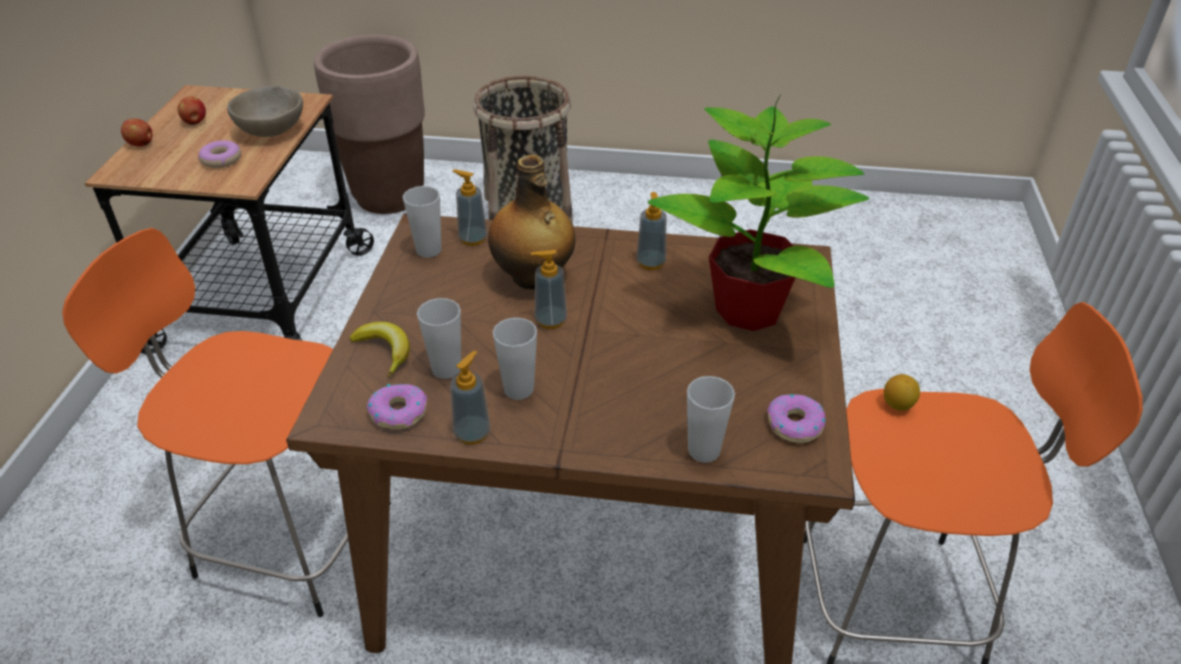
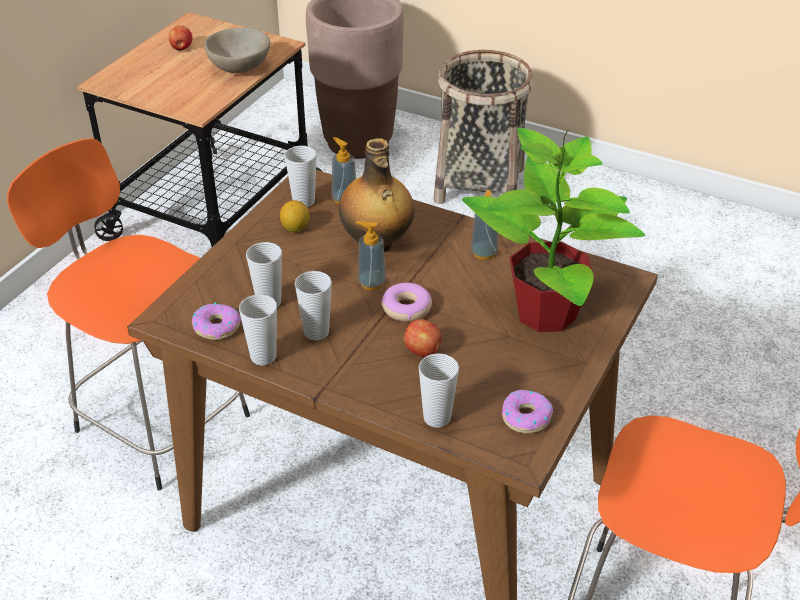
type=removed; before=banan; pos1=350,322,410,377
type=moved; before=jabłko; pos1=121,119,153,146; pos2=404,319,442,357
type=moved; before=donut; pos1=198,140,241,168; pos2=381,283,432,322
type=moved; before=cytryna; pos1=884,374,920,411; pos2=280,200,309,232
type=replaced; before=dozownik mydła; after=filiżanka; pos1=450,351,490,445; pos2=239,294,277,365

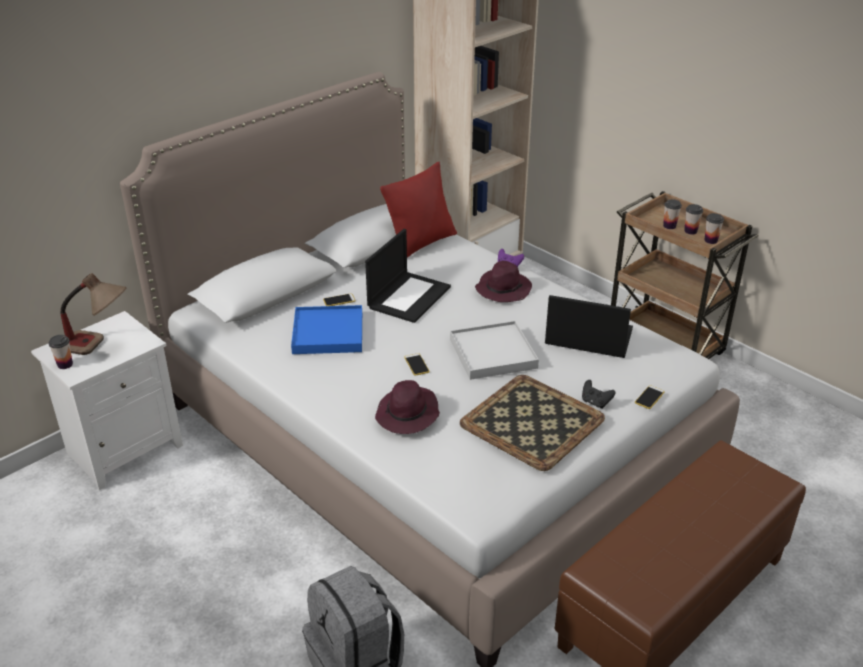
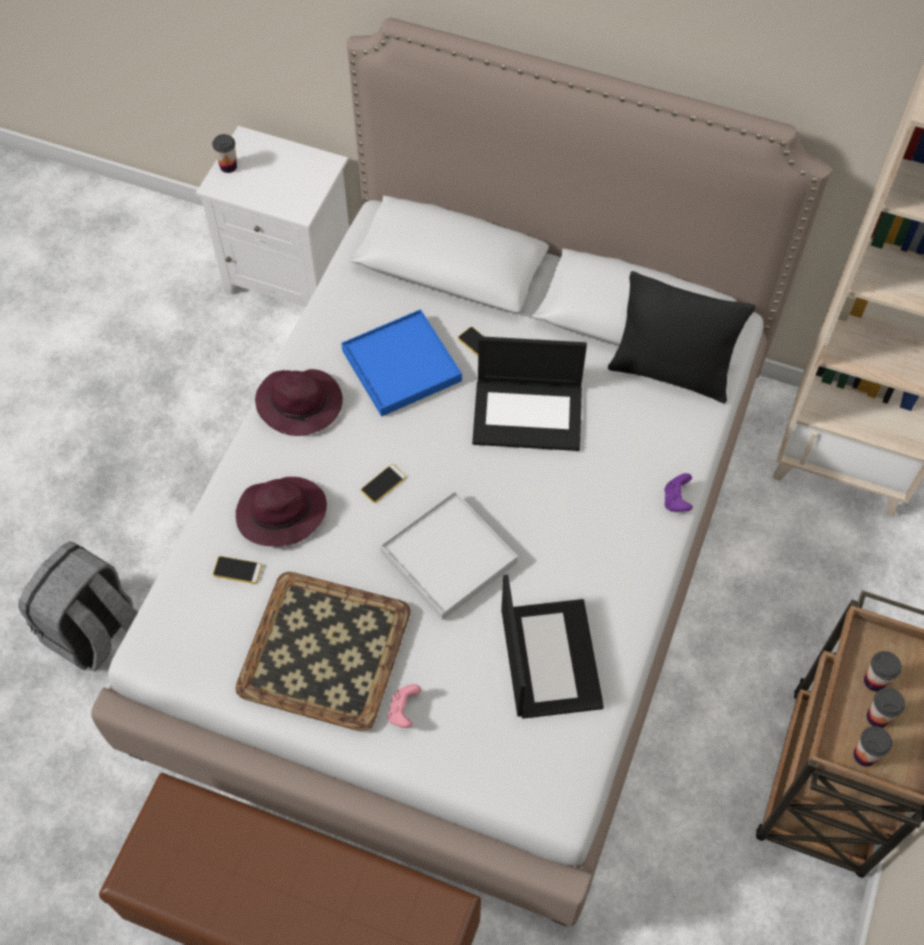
type=removed; before=lampa stołowa; pos1=60,273,127,355
type=moved; before=kapelusz [fioletowy]; pos1=475,261,532,302; pos2=255,369,343,436
type=moved; before=telefon; pos1=635,385,665,409; pos2=213,556,262,584
type=recoloured; before=poduszka [czerwony]; after=poduszka [czarny]; pos1=380,162,457,258; pos2=608,271,755,403
type=recoloured; before=pad do gier [czarny]; after=pad do gier [różowy]; pos1=582,380,615,409; pos2=387,684,421,728

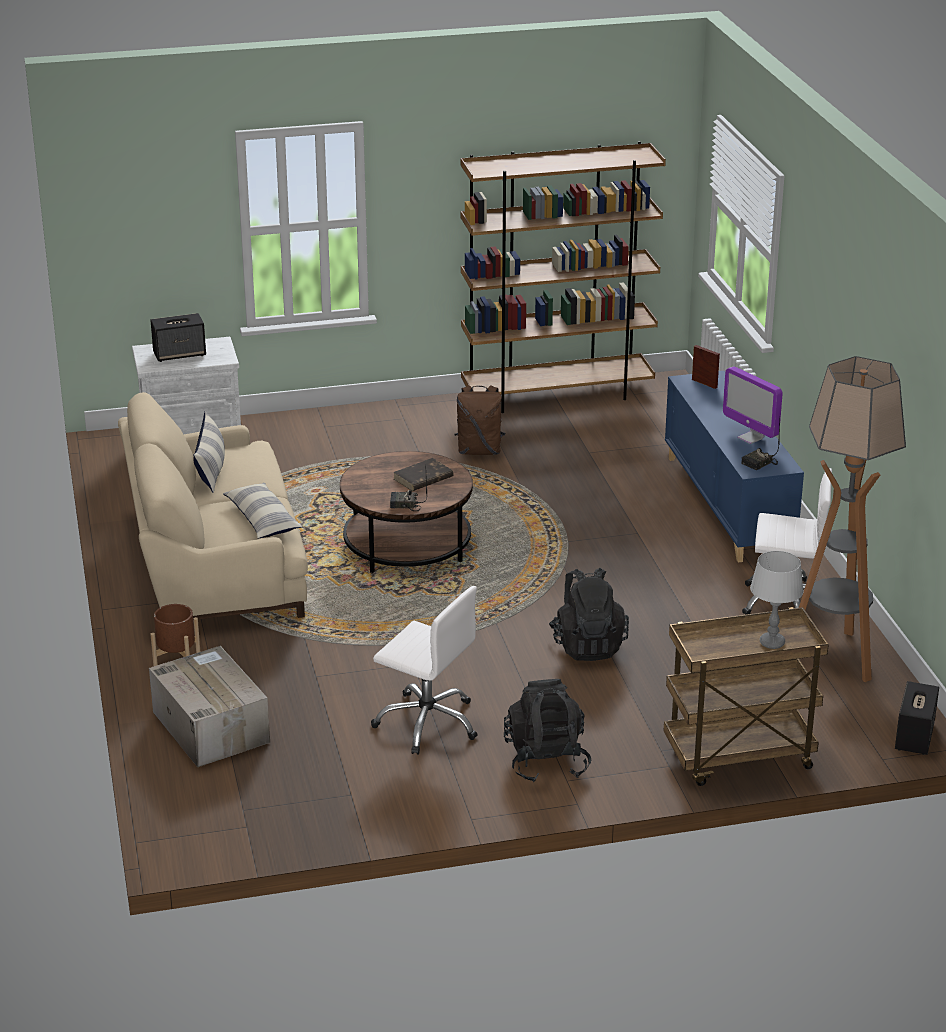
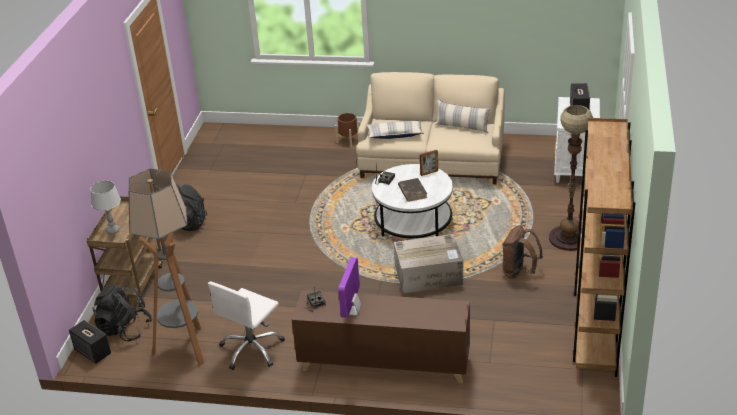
type=removed; before=krzesło biurowe [biały]; pos1=371,586,478,755
type=added; after=lampa stojąca; pos2=549,105,593,251
type=moved; before=karton; pos1=149,646,270,767; pos2=394,234,463,293
type=moved; before=plecak [czarny]; pos1=549,568,629,661; pos2=93,284,152,341
type=moved; before=ramka na zdjęcie; pos1=692,345,720,389; pos2=420,150,438,176
type=recoloured; before=ława [brązowy]; after=ława [biały]; pos1=340,451,473,573; pos2=372,164,453,238
type=recoloured; before=szafka [niebieski]; after=szafka [brązowy]; pos1=665,371,804,563; pos2=292,290,470,383
type=turned; before=monitor; pos1=723,366,783,444; pos2=338,257,362,318; turn=-60

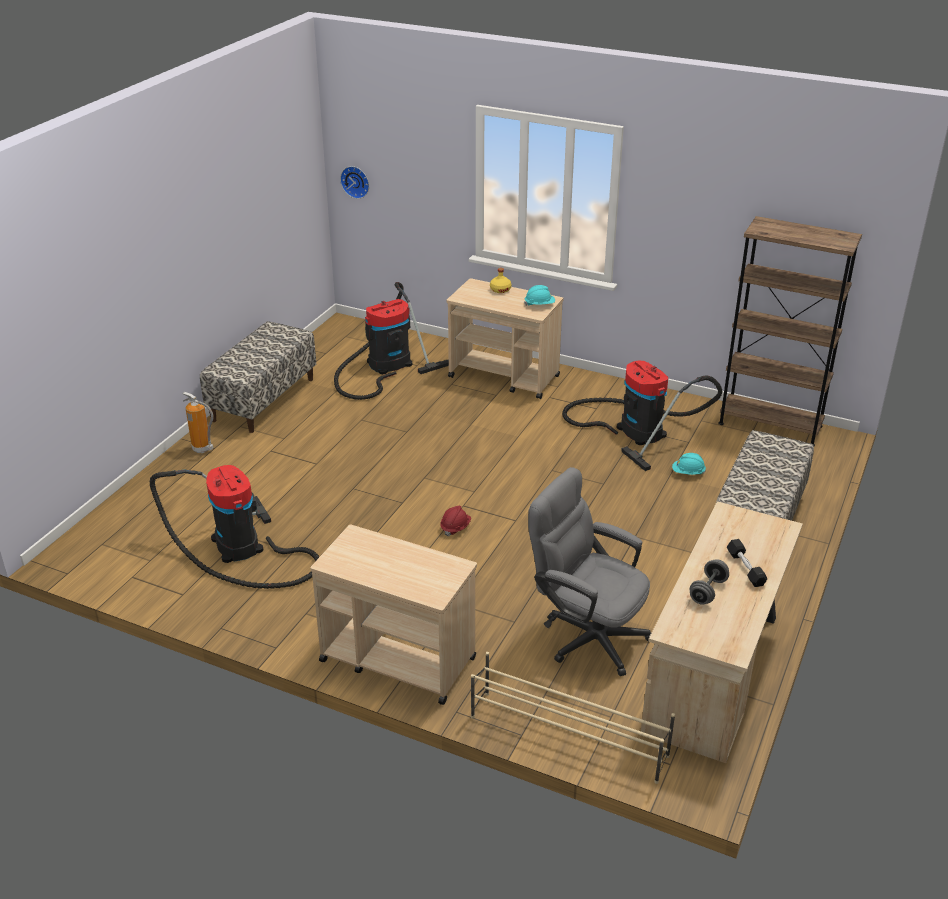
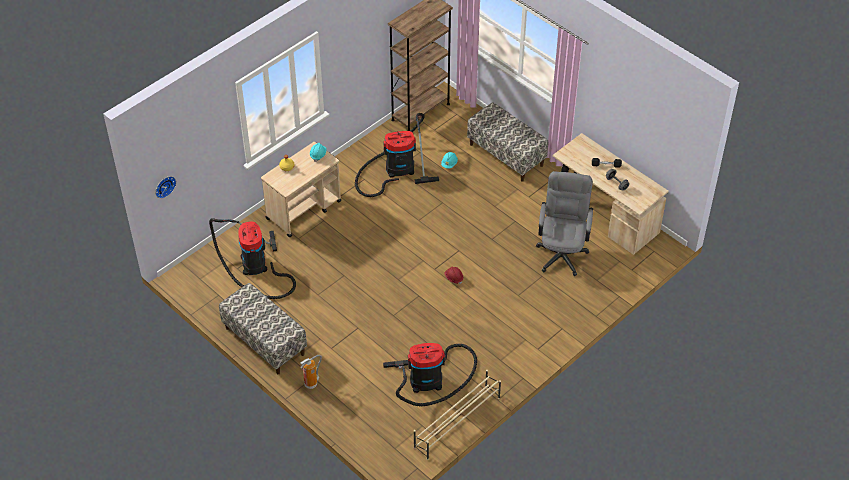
type=removed; before=wózek [beżowy]; pos1=310,524,477,705
type=moved; before=regał na buty [beżowy]; pos1=471,652,675,784; pos2=414,370,501,460
type=turned; before=krzesło biurowe [szary]; pos1=528,467,651,676; pos2=536,171,593,276; turn=135

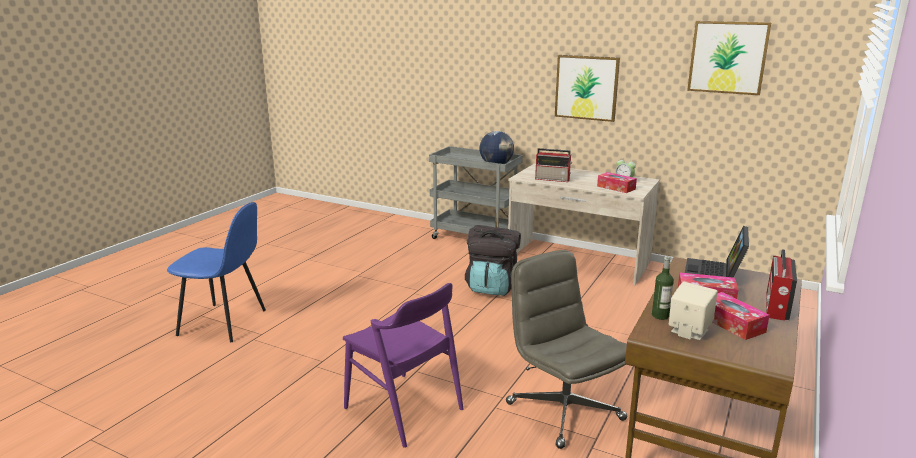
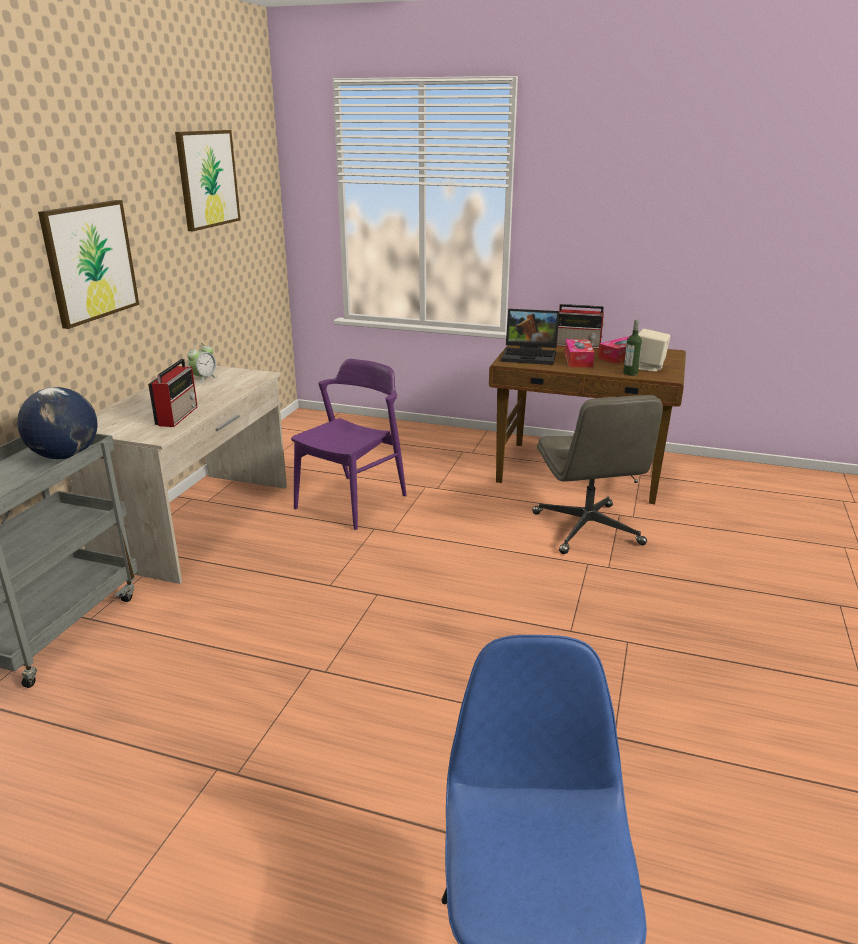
type=removed; before=plecak [czarny]; pos1=465,225,521,296
type=removed; before=pudełko chusteczek; pos1=597,172,637,193
type=moved; before=krzesło [fioletowy]; pos1=343,283,464,448; pos2=291,359,406,530
type=turned; before=krzesło biurowe [szary]; pos1=506,250,628,449; pos2=532,395,663,554; turn=-60

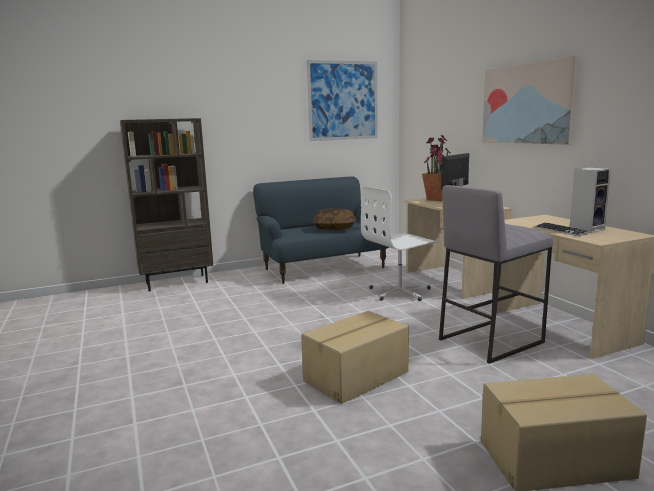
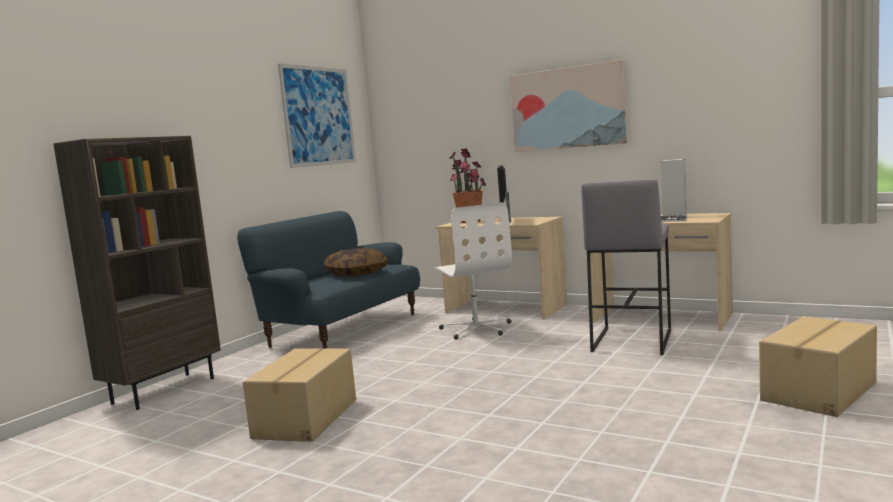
type=moved; before=karton; pos1=301,311,409,404; pos2=243,348,356,442
type=turned; before=krzesło biurowe [biały]; pos1=361,187,438,301; pos2=434,202,512,340; turn=-45

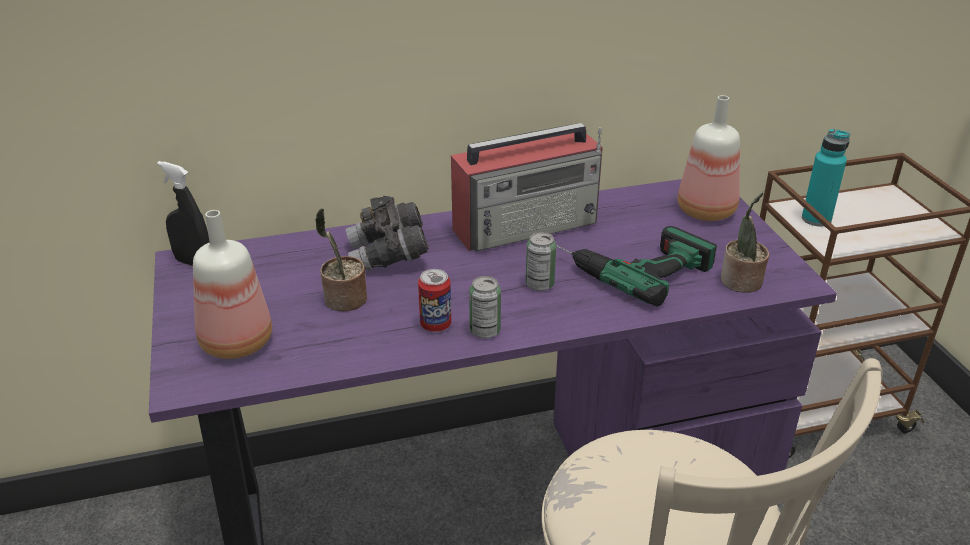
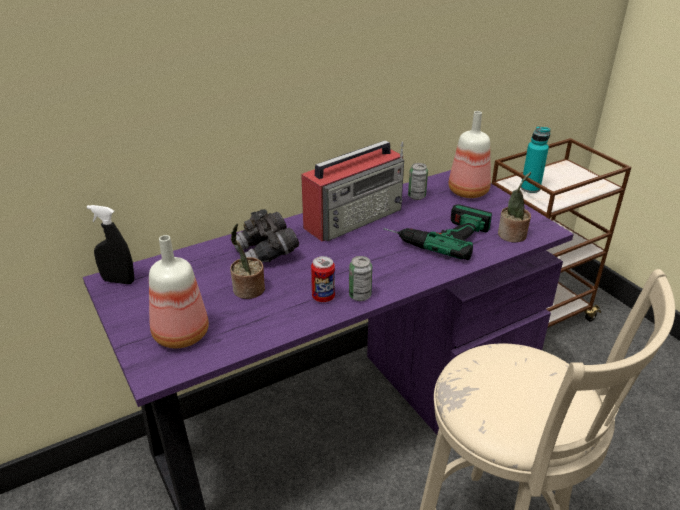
type=moved; before=puszka; pos1=526,232,556,291; pos2=408,163,428,200

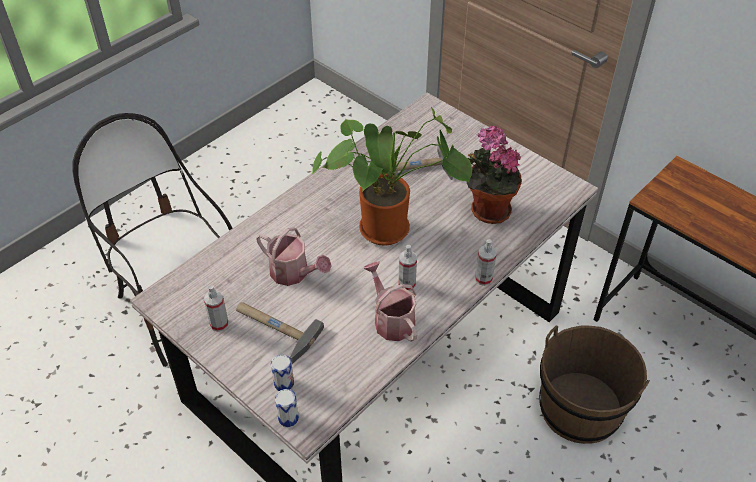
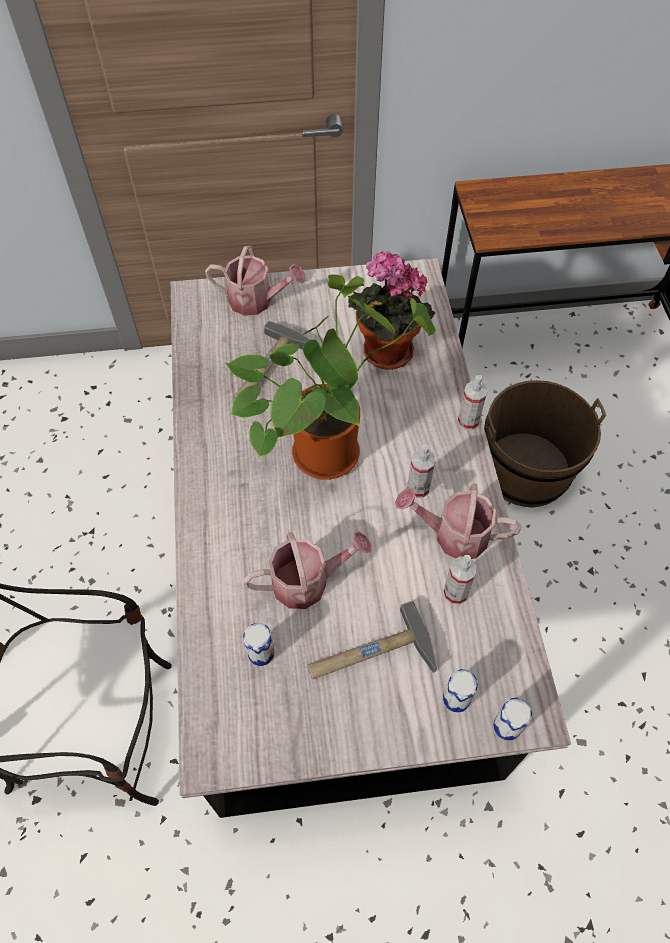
type=added; after=konewka; pos2=205,245,306,316
type=added; after=puszka; pos2=243,623,275,666
type=moved; before=spryskiwacz; pos1=204,285,229,332; pos2=443,555,477,605

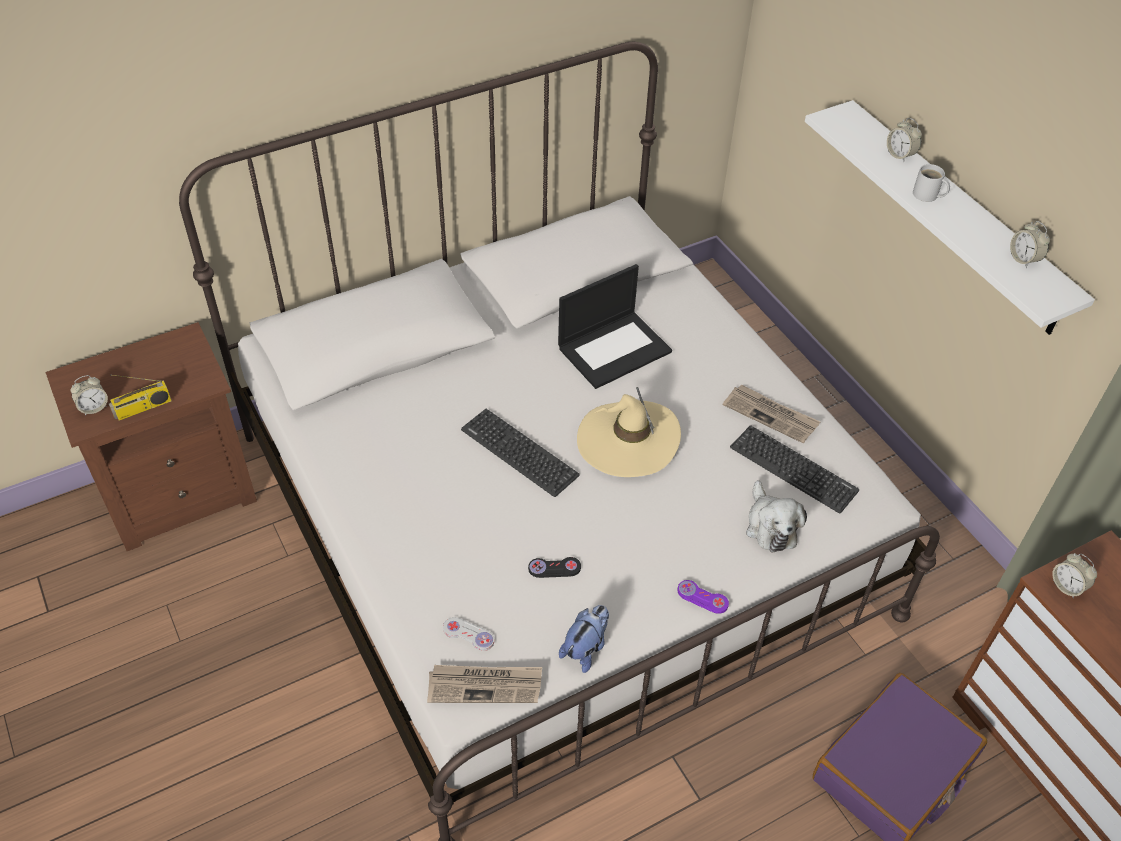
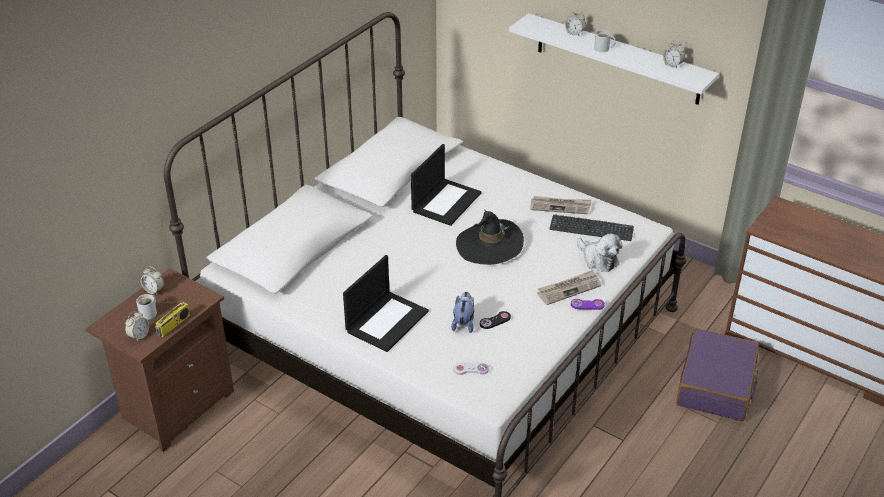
type=removed; before=klawiatura; pos1=461,409,580,497
type=added; after=kubek [biały]; pos2=136,294,157,320
type=added; after=laptop; pos2=343,255,429,352
type=moved; before=gazeta; pos1=427,665,542,703; pos2=537,270,601,305
type=moved; before=pluszak; pos1=559,605,609,673; pos2=451,292,474,333
type=moved; before=budzik; pos1=1052,553,1097,599; pos2=141,266,164,294
type=recoloured; before=kapelusz [beżowy]; after=kapelusz [czarny]; pos1=577,387,681,477; pos2=456,209,524,265

